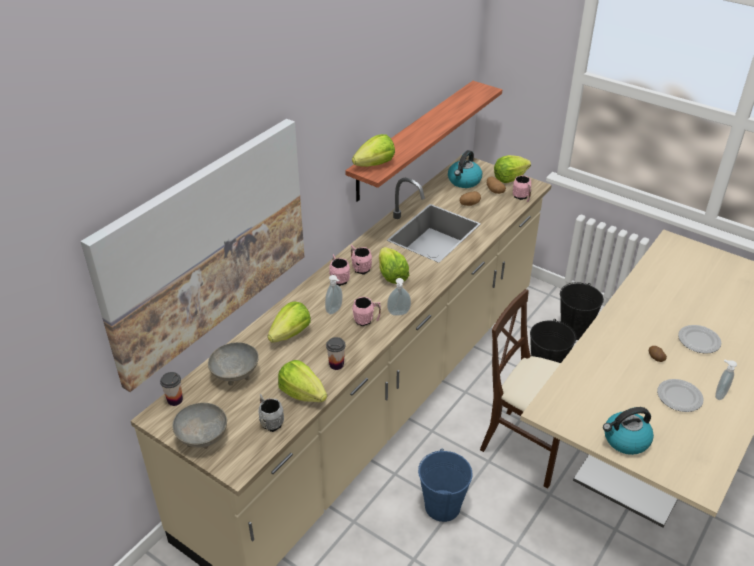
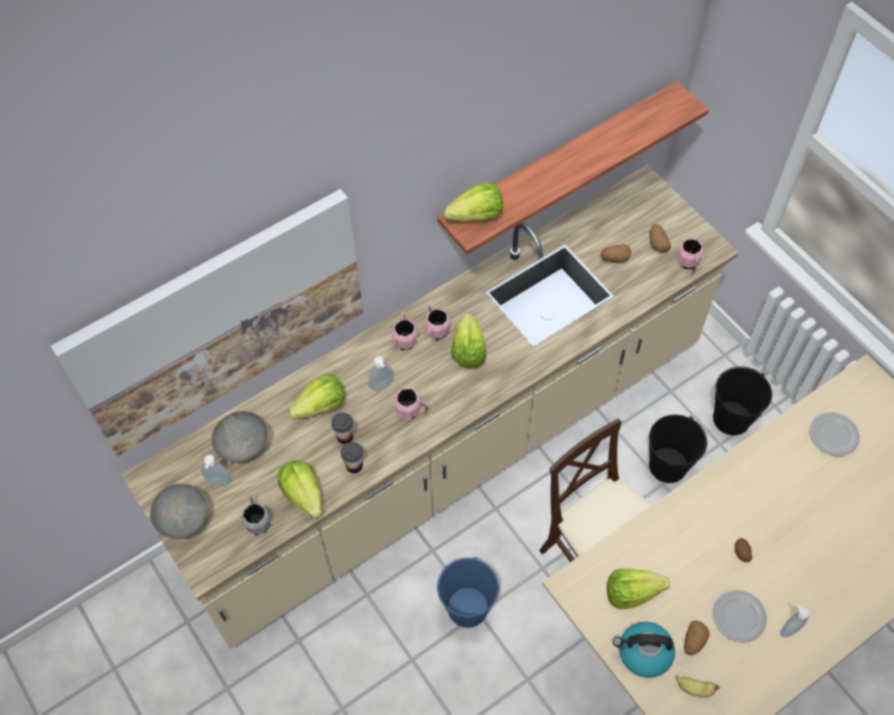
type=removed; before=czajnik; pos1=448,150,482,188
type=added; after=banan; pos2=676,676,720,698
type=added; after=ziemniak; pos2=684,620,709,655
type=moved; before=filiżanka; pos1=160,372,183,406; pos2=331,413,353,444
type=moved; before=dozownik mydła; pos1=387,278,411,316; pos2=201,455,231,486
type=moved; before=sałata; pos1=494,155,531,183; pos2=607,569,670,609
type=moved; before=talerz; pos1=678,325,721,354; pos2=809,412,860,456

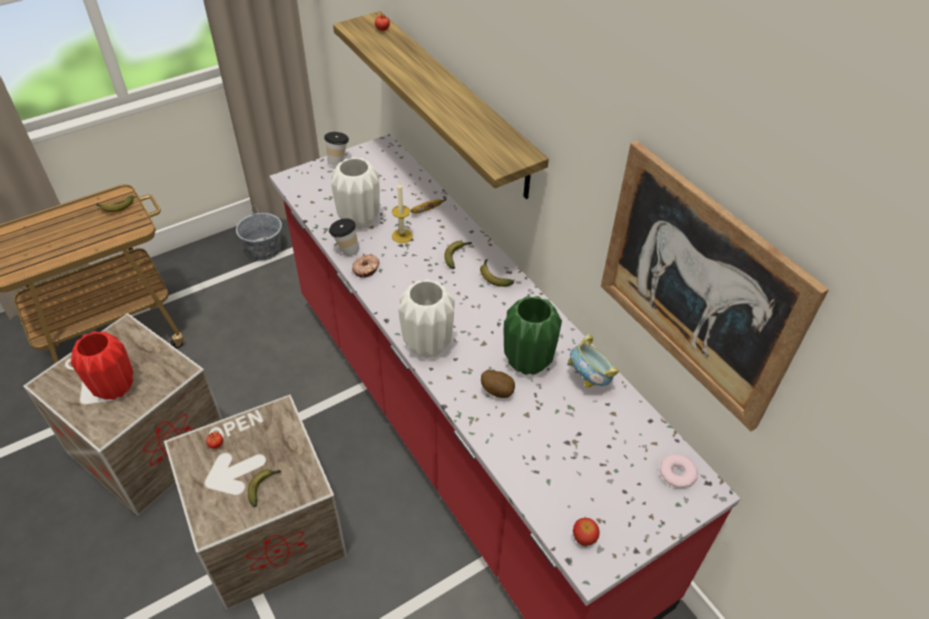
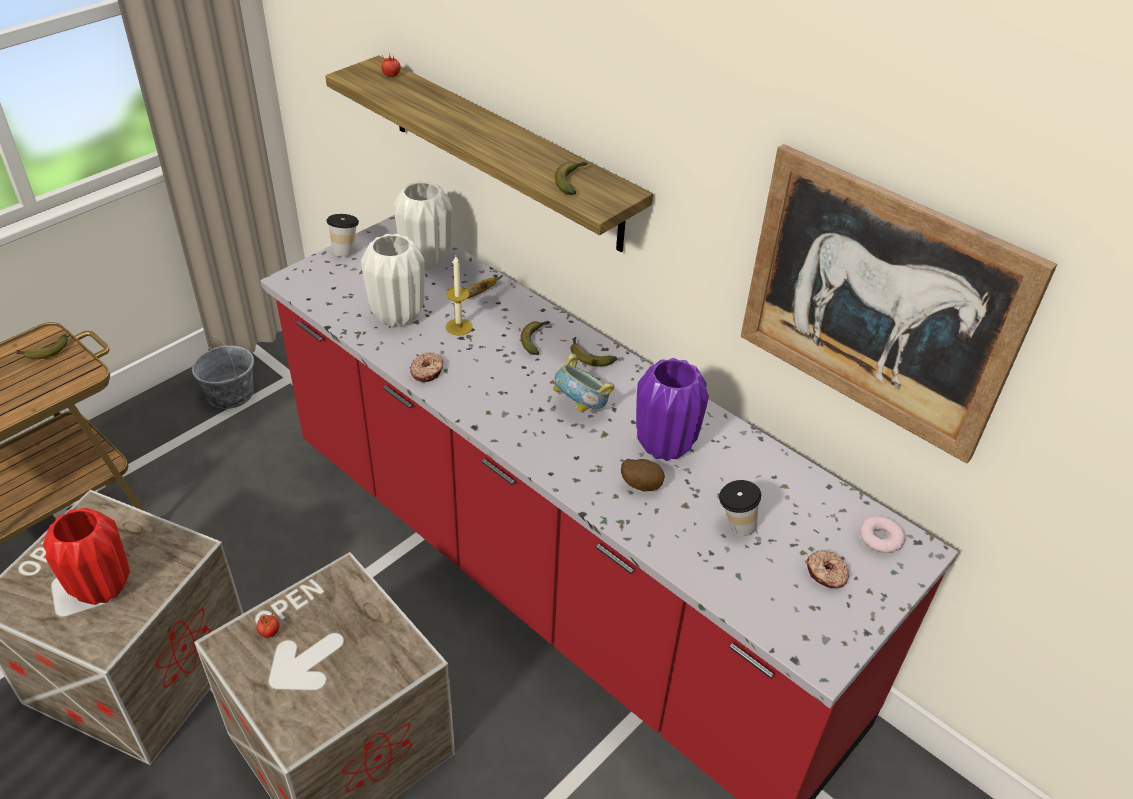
type=removed; before=jabłko; pos1=573,518,600,546
type=added; after=donut; pos2=806,550,850,588
type=moved; before=banan; pos1=248,469,281,507; pos2=554,162,587,195
type=moved; before=filiżanka; pos1=329,218,359,256; pos2=719,480,761,536
type=moved; before=wazon [biały]; pos1=399,279,455,358; pos2=393,181,452,270
type=moved; before=miska; pos1=568,334,619,388; pos2=553,354,614,412
type=recoloured; before=wazon [zielony]; after=wazon [fioletowy]; pos1=504,296,562,375; pos2=636,358,709,461

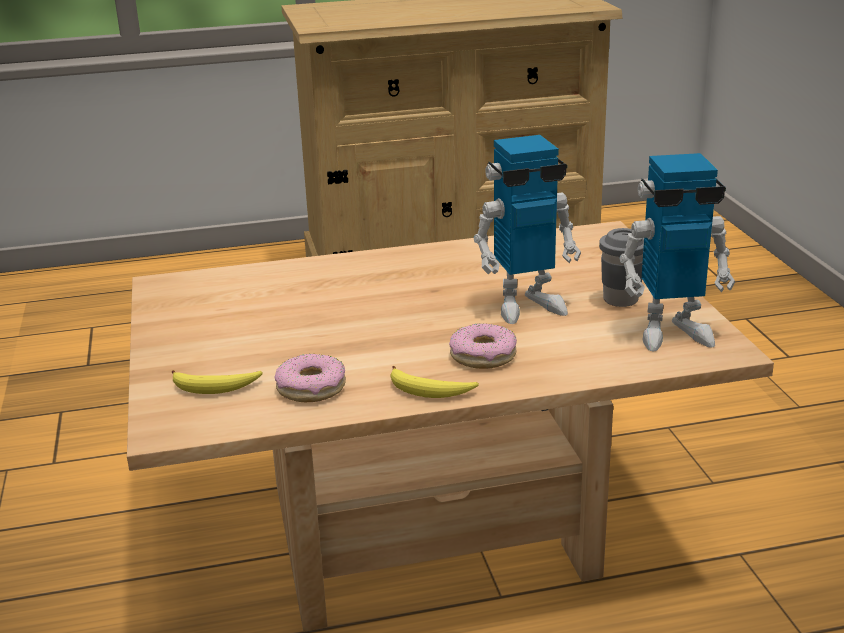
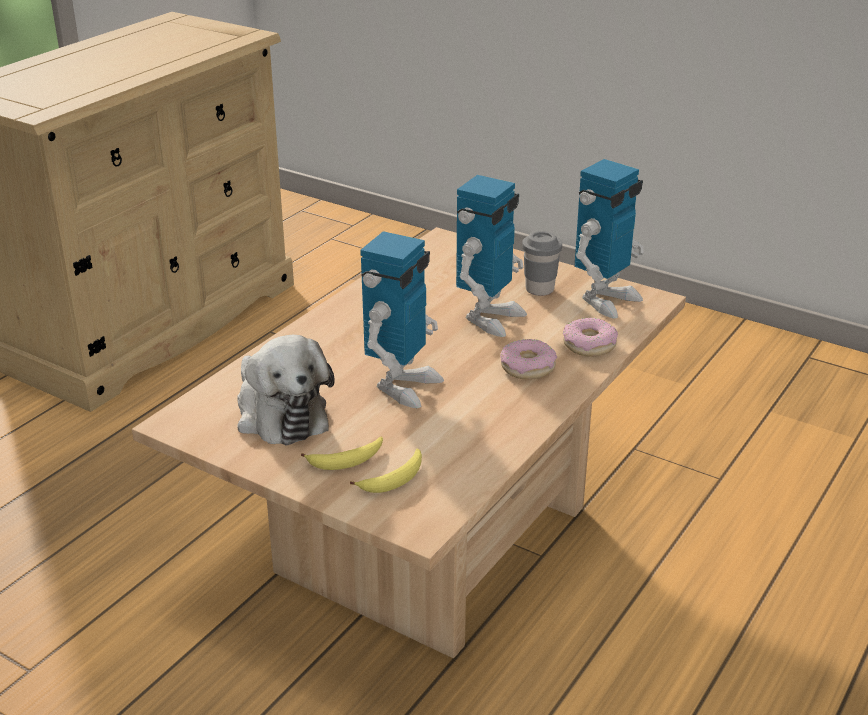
type=added; after=pluszak; pos2=237,335,335,445
type=added; after=robot zabawkowy; pos2=360,231,444,408
type=moved; before=donut; pos1=275,354,346,402; pos2=563,318,618,357
type=moved; before=banan; pos1=390,366,479,398; pos2=301,437,383,470

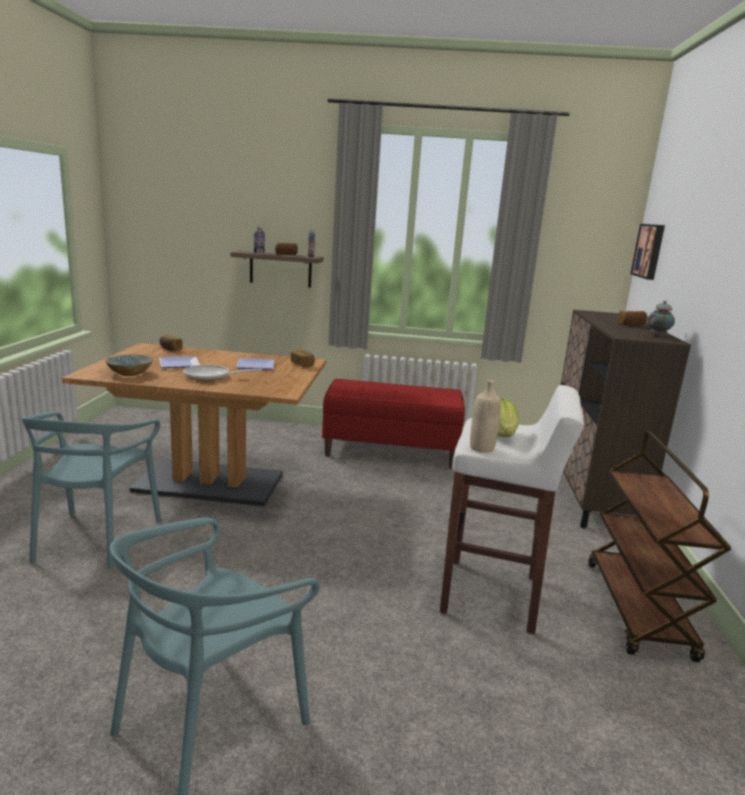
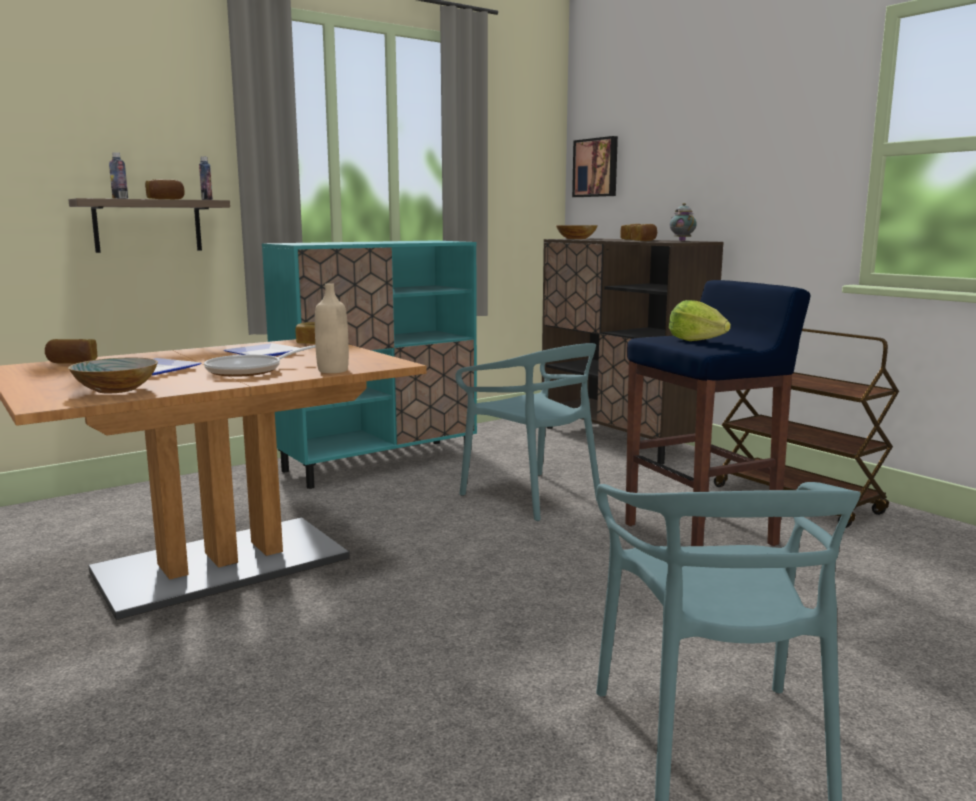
type=added; after=miska; pos2=556,225,598,239
type=added; after=chleb; pos2=631,224,657,241
type=moved; before=krzesło [turkusowy]; pos1=22,412,162,570; pos2=455,343,600,521
type=moved; before=butelka [beżowy]; pos1=470,380,501,453; pos2=315,283,349,373
type=replaced; before=ławka [czerwony]; after=szafka [turkusowy]; pos1=322,379,465,469; pos2=262,240,477,489
type=recoloured; before=stołek [biały]; after=stołek [niebieski]; pos1=440,385,584,634; pos2=625,280,810,546

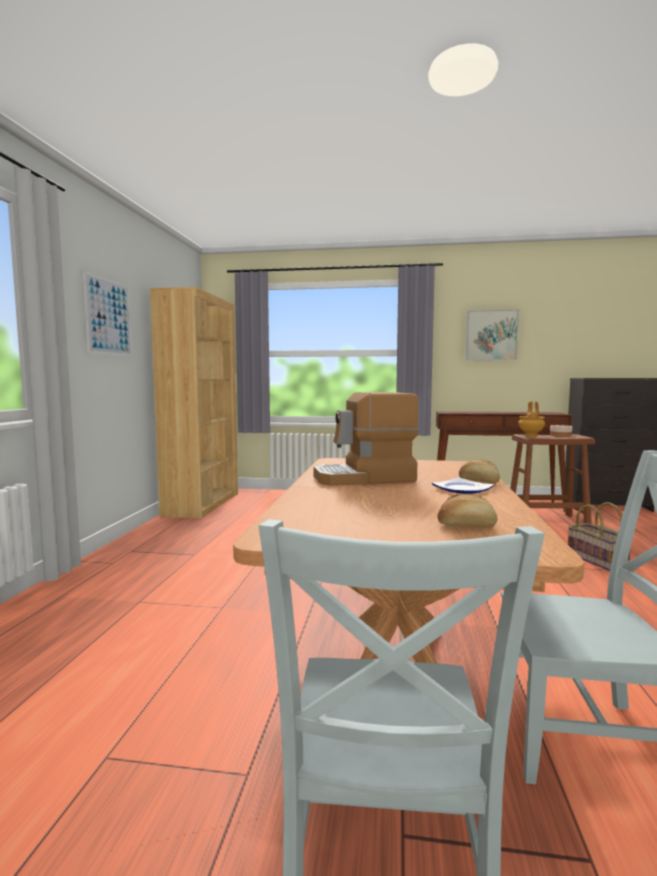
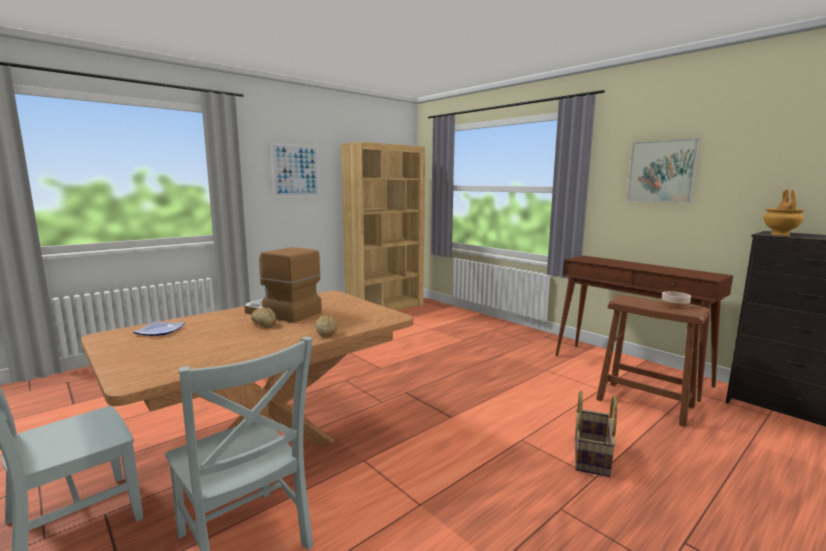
type=moved; before=talerz; pos1=432,478,494,494; pos2=133,321,185,336
type=moved; before=chleb; pos1=437,494,497,527; pos2=251,307,276,328
type=moved; before=wazon [brązowy]; pos1=518,401,545,437; pos2=763,190,805,236

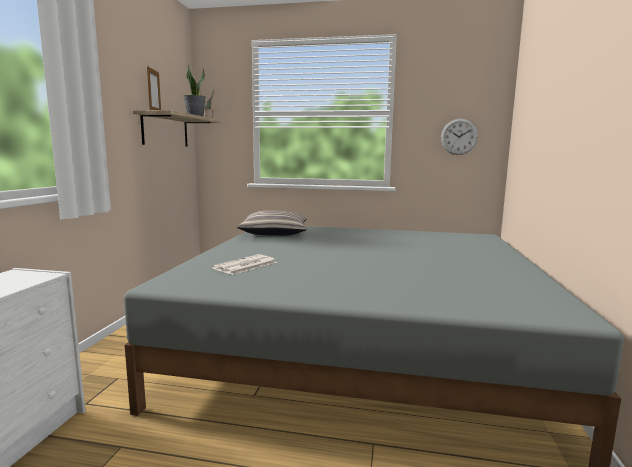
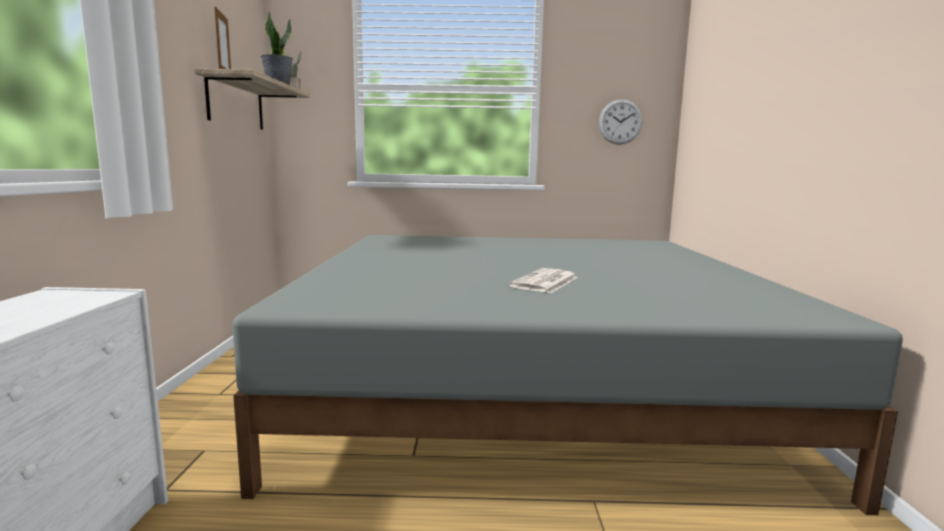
type=removed; before=poduszka; pos1=237,211,307,236
type=moved; before=gazeta; pos1=212,254,277,275; pos2=509,268,578,293

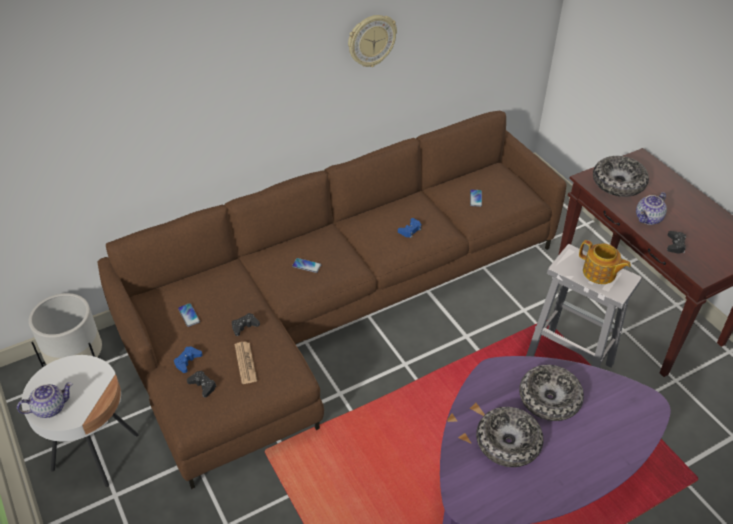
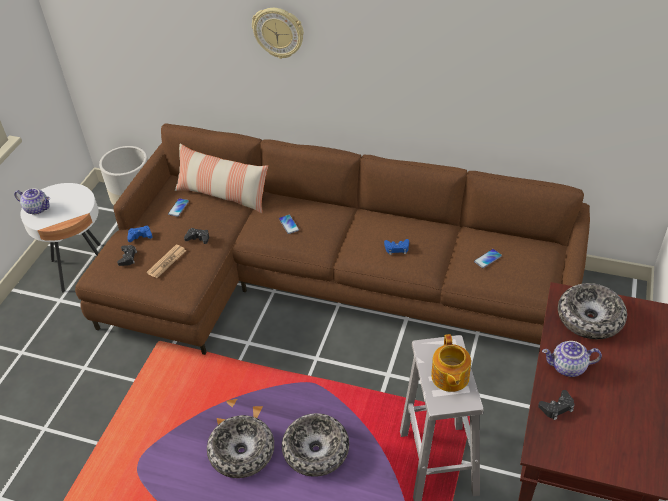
type=added; after=poduszka; pos2=175,144,268,213
type=moved; before=zegar ścienny; pos1=348,15,397,67; pos2=252,8,304,59

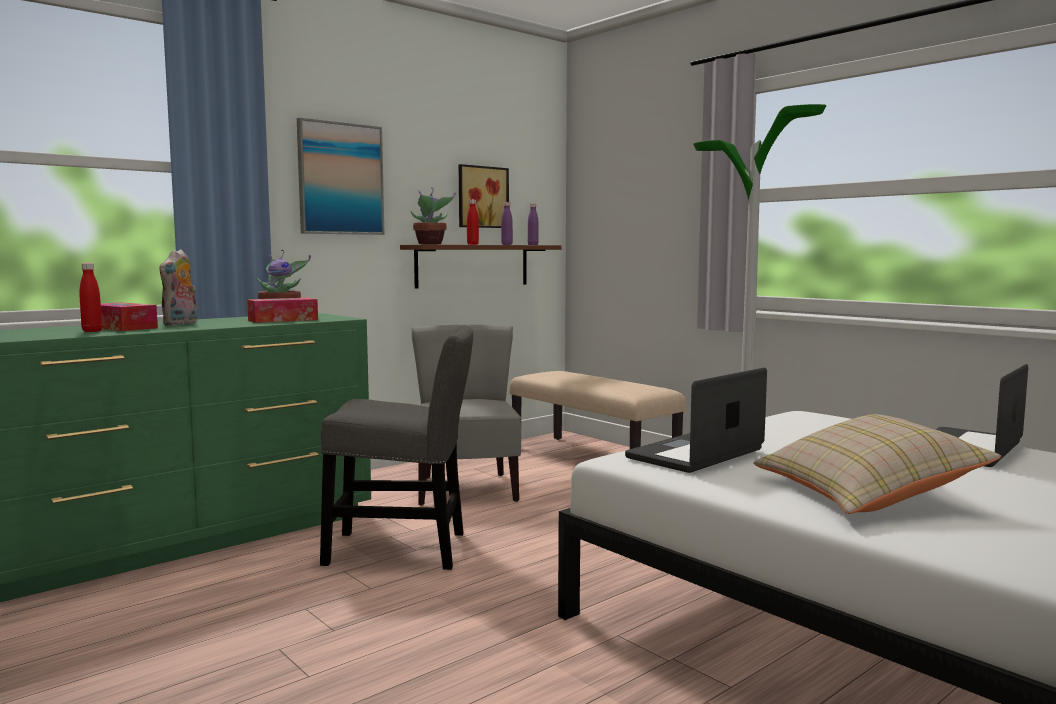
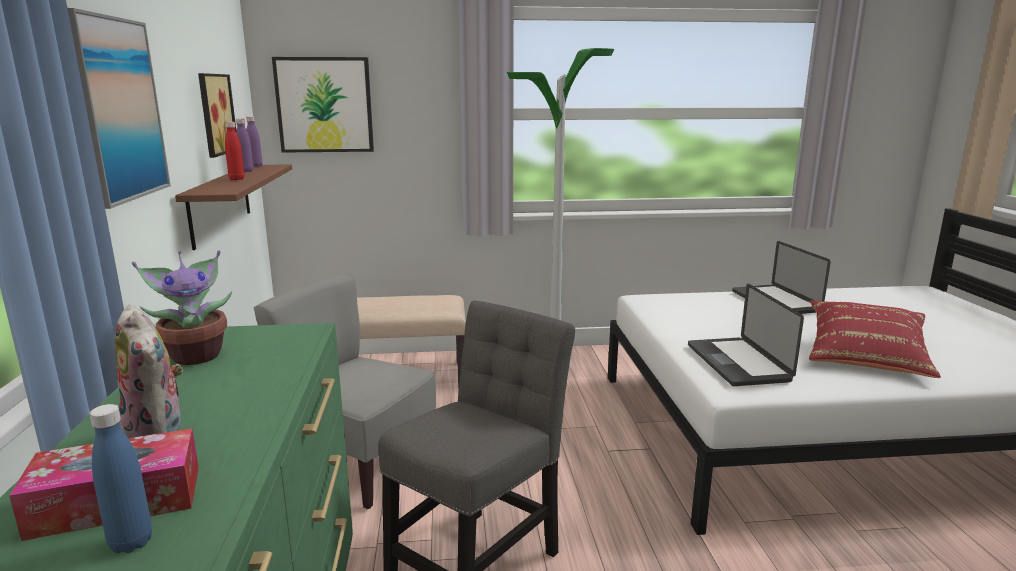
type=removed; before=pudełko chusteczek; pos1=247,298,318,323
type=removed; before=roślina doniczkowa; pos1=411,188,456,244
type=added; after=obraz; pos2=272,57,374,153
type=recoloured; before=butelka [czerwony]; after=butelka [niebieski]; pos1=79,263,102,332; pos2=89,404,152,553
type=recoloured; before=poduszka [beżowy]; after=poduszka [czerwony]; pos1=753,414,1001,514; pos2=809,300,941,378

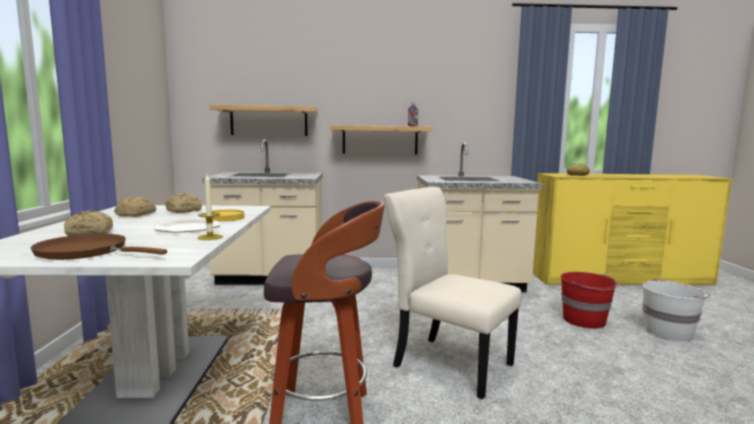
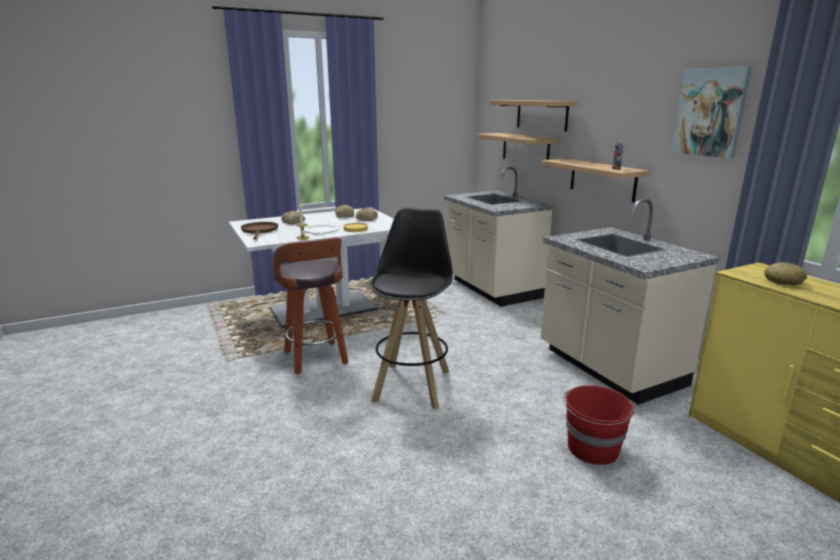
type=removed; before=wiadro [biały]; pos1=643,279,710,342
type=added; after=półka; pos2=490,100,577,132
type=added; after=obraz; pos2=671,66,752,159
type=replaced; before=krzesło [beżowy]; after=stołek [czarny]; pos1=384,187,522,399; pos2=370,208,453,410

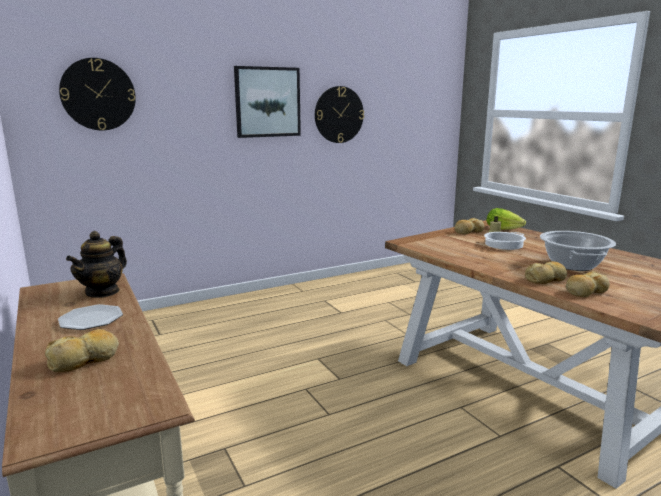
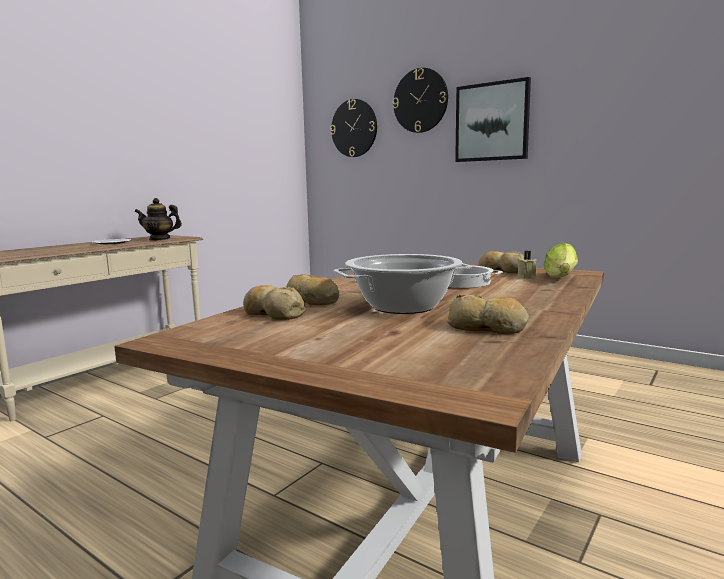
type=moved; before=chleb; pos1=45,329,119,372; pos2=447,295,529,334
type=moved; before=zegar ścienny; pos1=315,86,364,143; pos2=393,68,448,133

